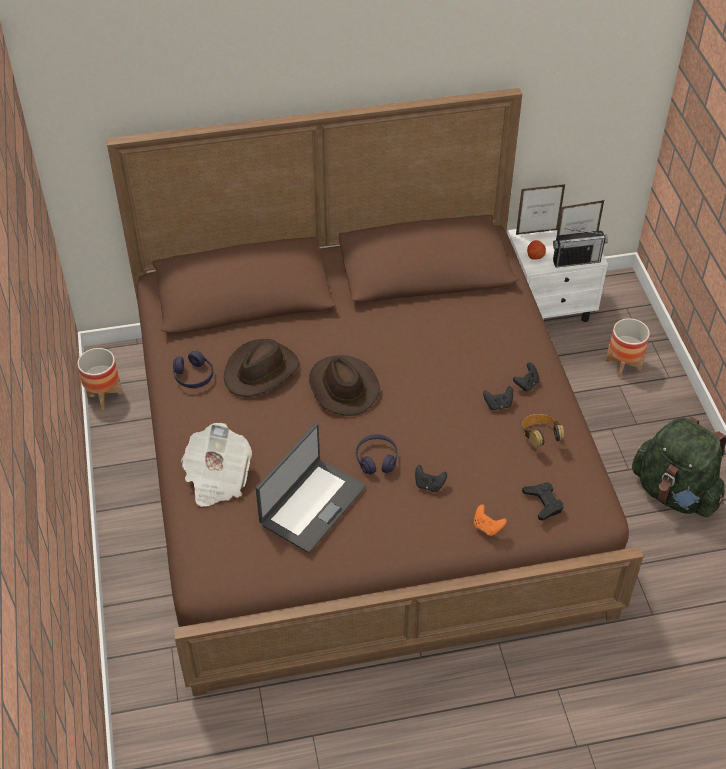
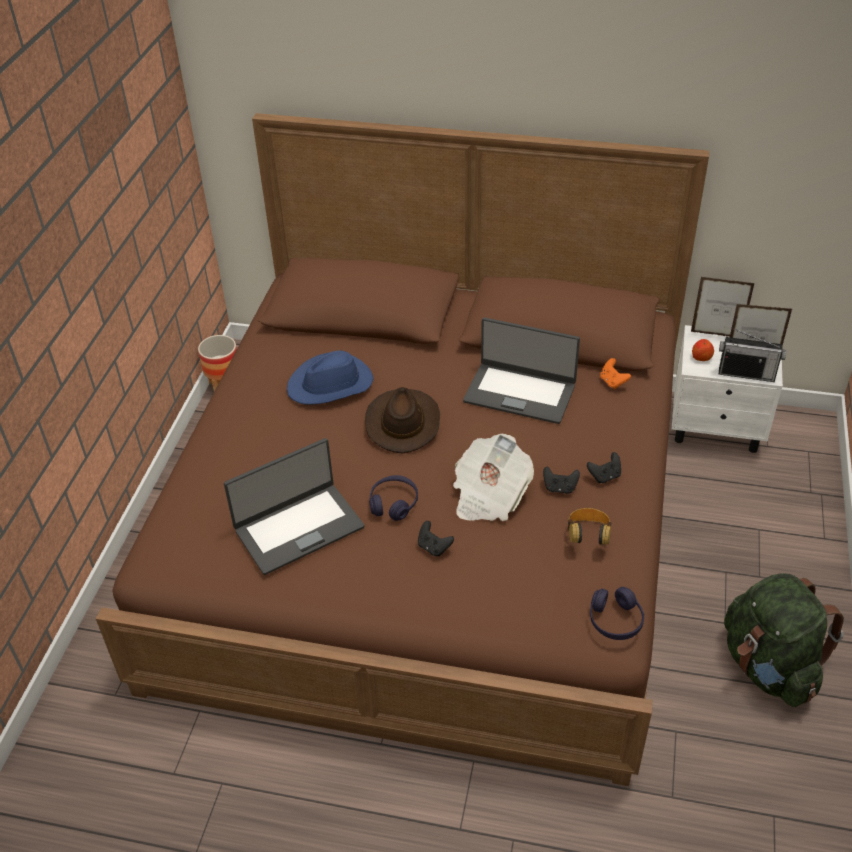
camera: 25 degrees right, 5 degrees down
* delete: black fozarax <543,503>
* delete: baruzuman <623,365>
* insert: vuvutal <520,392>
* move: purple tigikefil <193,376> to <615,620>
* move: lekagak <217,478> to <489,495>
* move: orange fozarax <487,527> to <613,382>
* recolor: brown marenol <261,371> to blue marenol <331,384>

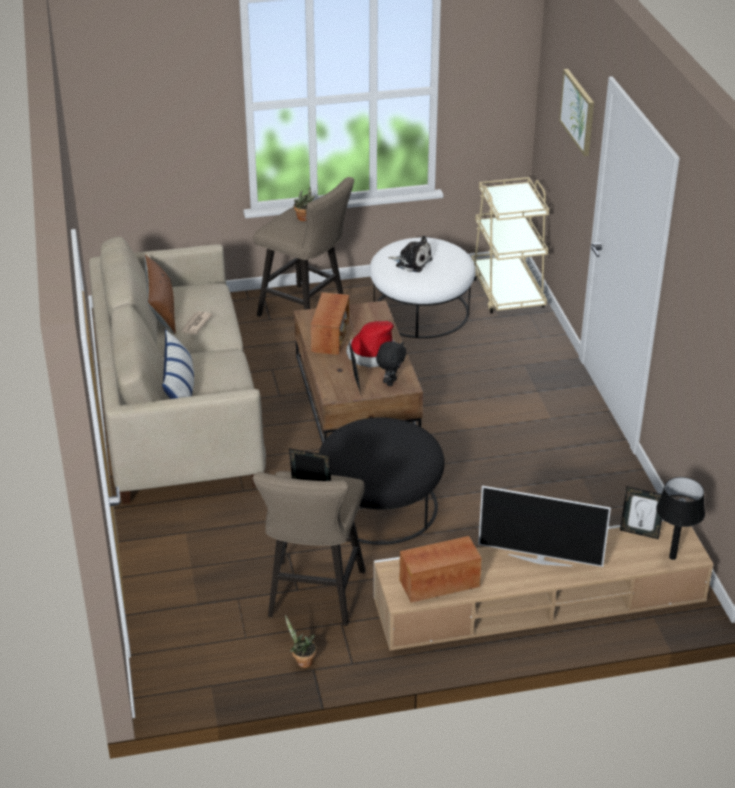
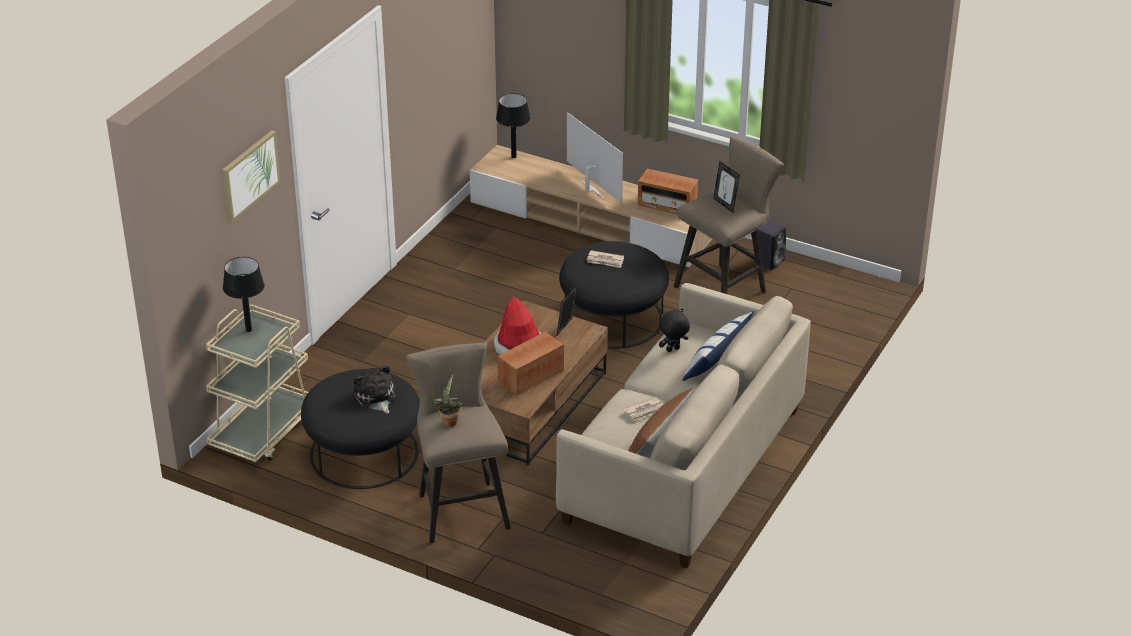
camera: 140 degrees left, 0 degrees up
* delete: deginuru <639,532>
* insert: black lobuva <248,330>
* insert: lekagak <605,261>
* move: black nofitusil <390,382> to <673,350>
* replace: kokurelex <302,661> to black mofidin <769,261>
* recolor: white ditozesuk <421,311> to black ditozesuk <363,453>

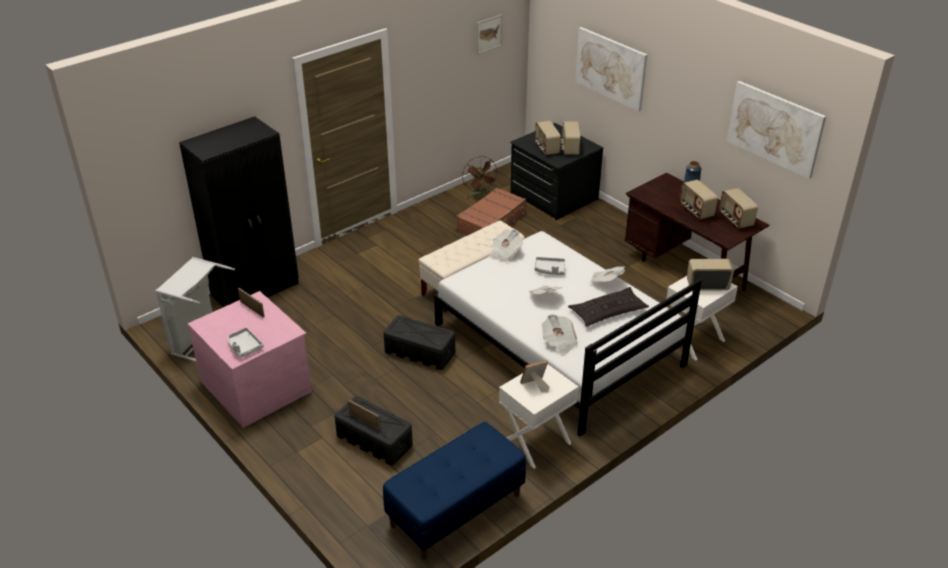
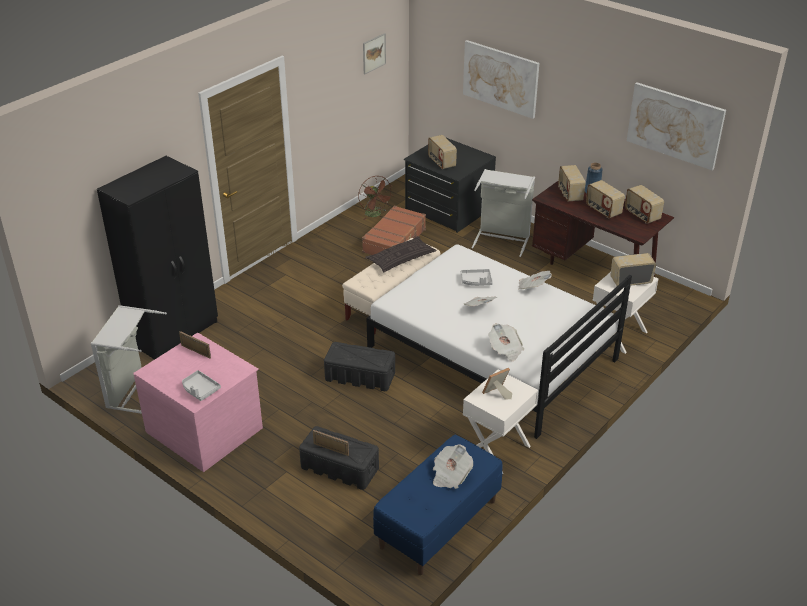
camera: 10 degrees left, 0 degrees up
* insert: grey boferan <502,238>
* move: lekagak <504,253> to <450,475>
* move: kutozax <569,148> to <569,194>
* move: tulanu <608,311> to <401,258>

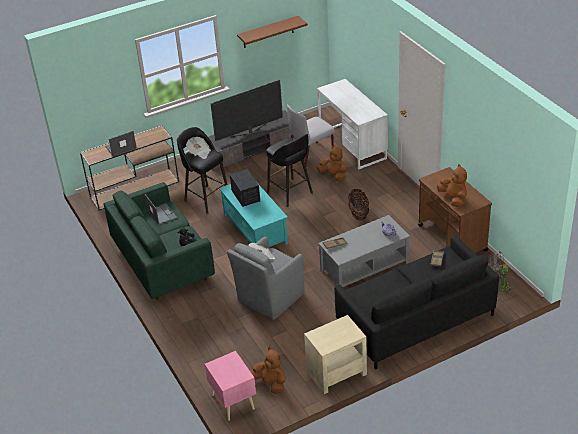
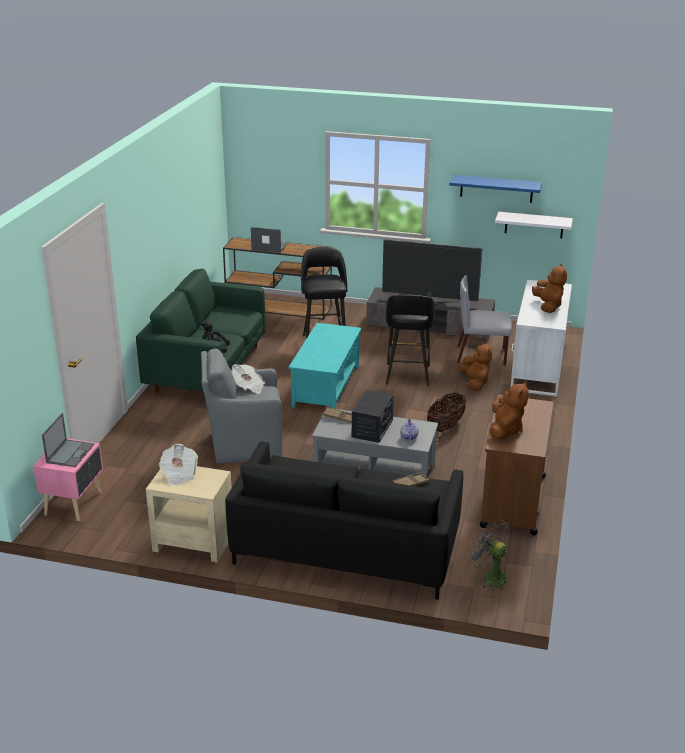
camera: 40 degrees right, 10 degrees down
* insert: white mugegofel <534,225>
* move: vuvutal <162,214> to <70,453>
* move: lekagak <199,152> to <179,474>
* move: kutozax <245,195> to <372,428>
* move: brown nofitusil <270,383> to <548,306>
* recolor: brown mugegofel <268,32> to blue mugegofel <496,188>

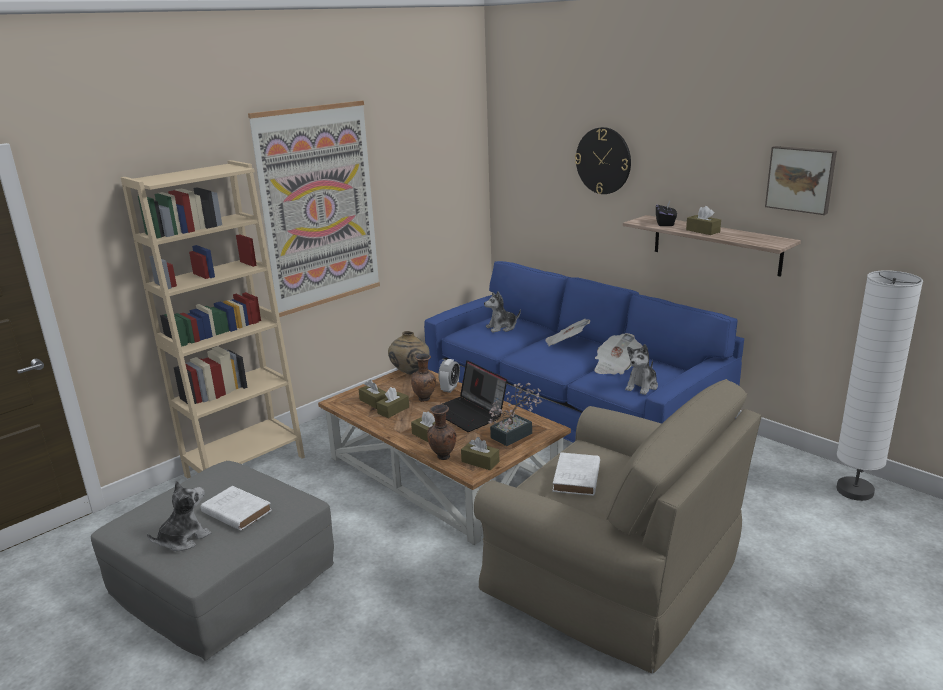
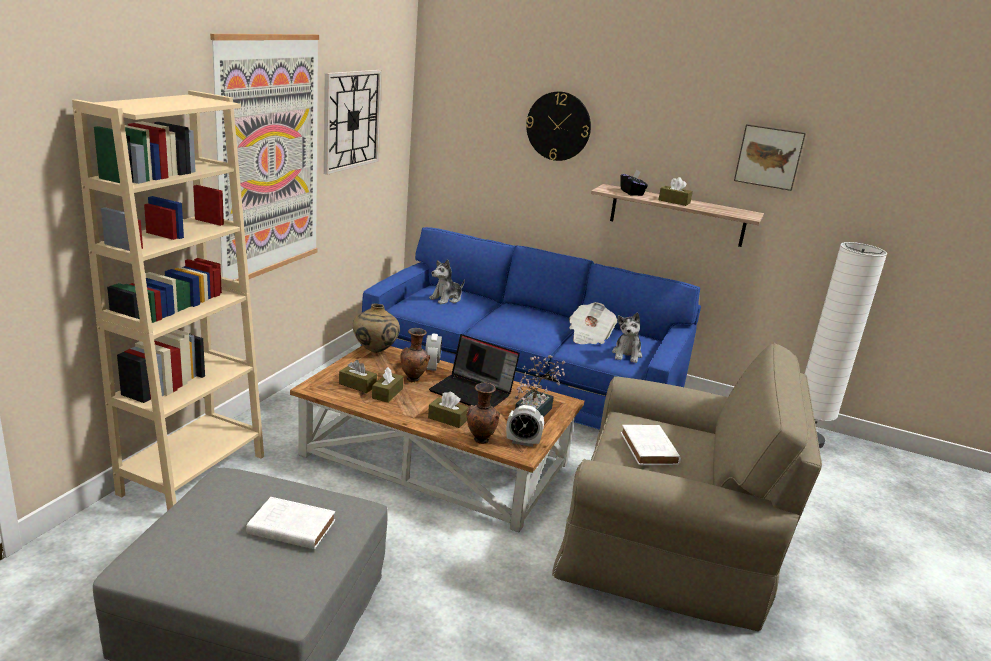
camera: 25 degrees left, 0 degrees up
* delete: nofitusil <184,539>
* delete: lekagak <566,343>
* insert: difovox <351,120>
* replace: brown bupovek <480,462> to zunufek <523,442>

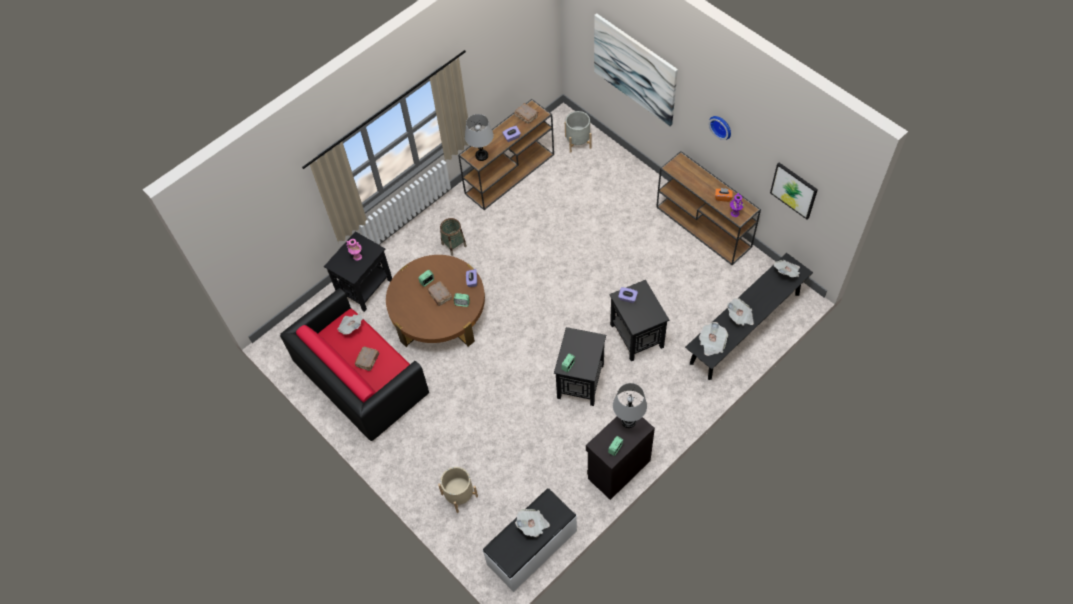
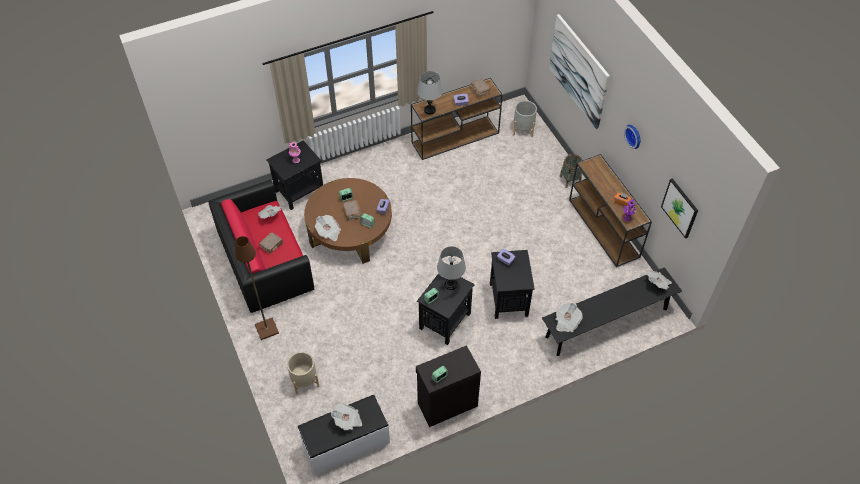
camera: 15 degrees right, 5 degrees down
* insert: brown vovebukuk <266,329>
* move: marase <454,245> to <570,180>
* move: grey lobuva <628,421> to <450,284>
* move: lekagak <740,317> to <328,232>

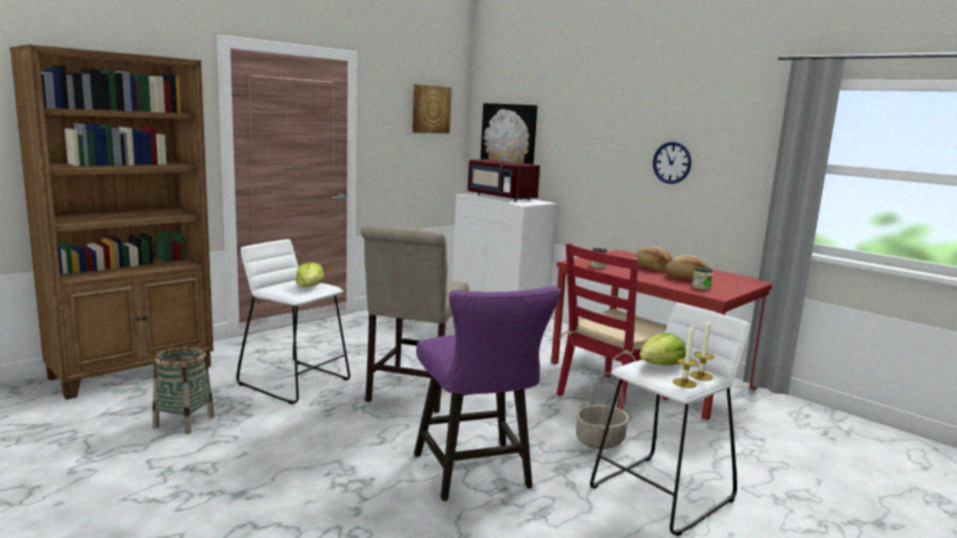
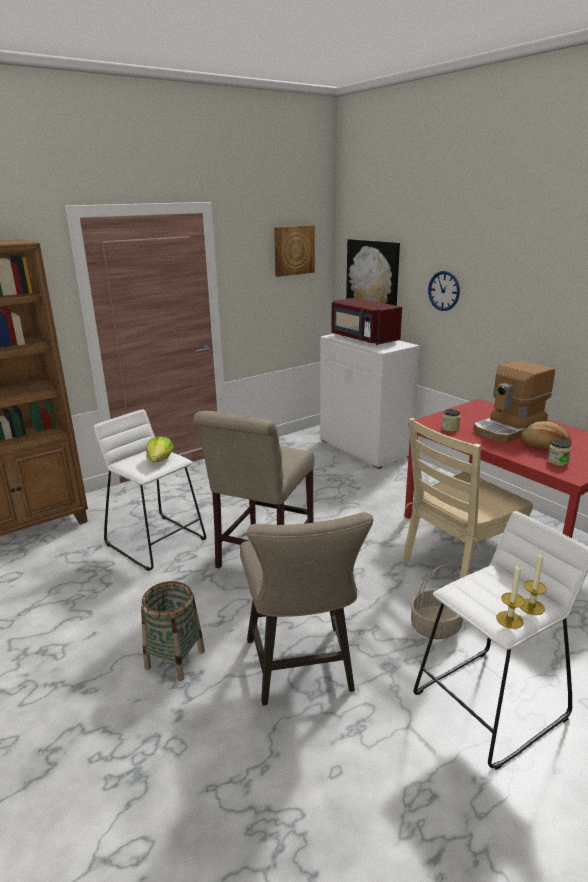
camera: 10 degrees right, 10 degrees up
* delete: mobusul <661,365>
* move: marase <184,422> to <175,659>
* move: difovox <672,162> to <444,291>
* replace: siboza <652,268> to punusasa <509,429>
* recolor: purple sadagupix <476,475> to beige sadagupix <302,670>
* recolor: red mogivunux <611,397> to beige mogivunux <459,564>

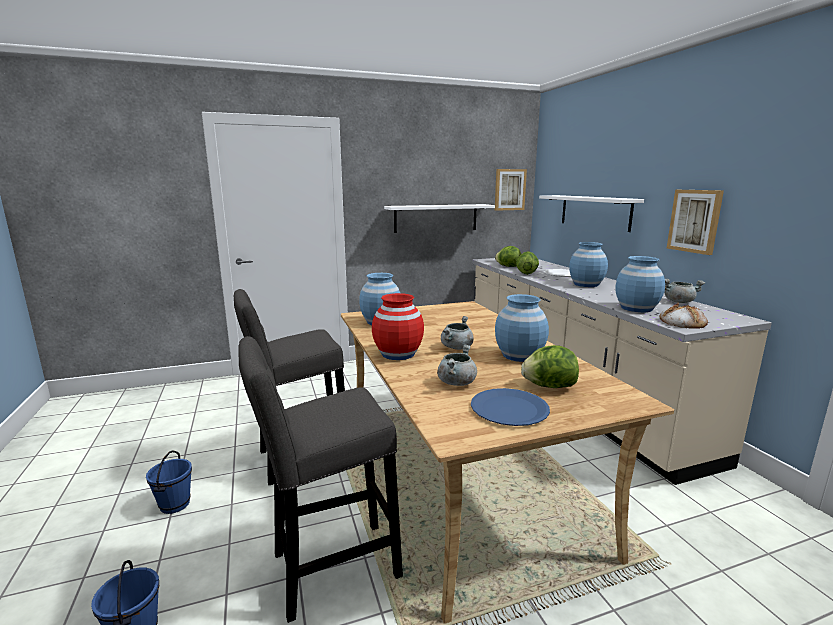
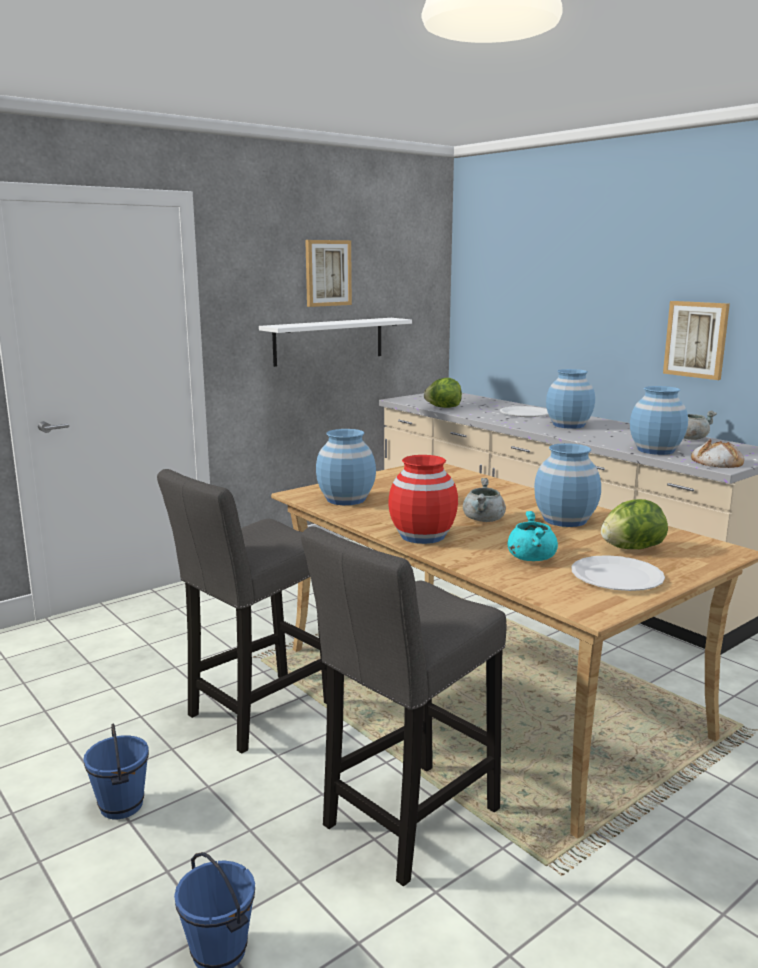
camera: 20 degrees left, 0 degrees up
* delete: mobusul <526,274>
* delete: white mugegofel <594,212>
* move: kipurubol <509,189> to <327,273>
* recolor: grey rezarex <456,382> to turquoise rezarex <530,558>
* recolor: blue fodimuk <509,409> to white fodimuk <616,576>

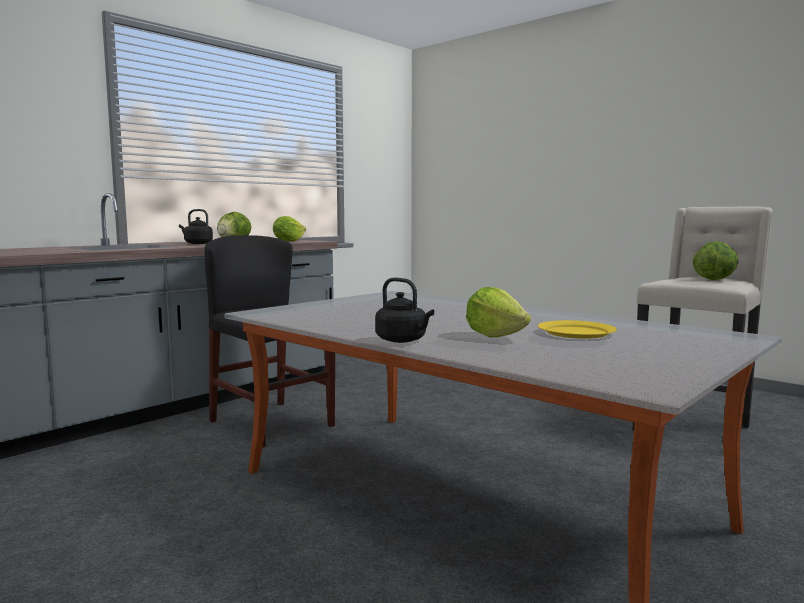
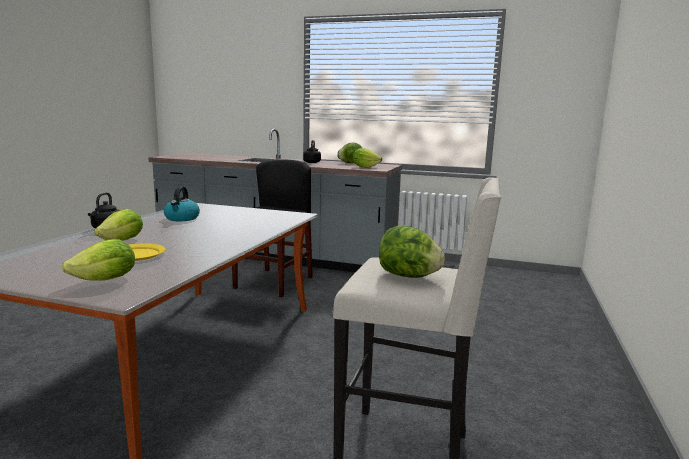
camera: 65 degrees right, 5 degrees up
* insert: mobusul <106,280>
* insert: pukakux <182,218>

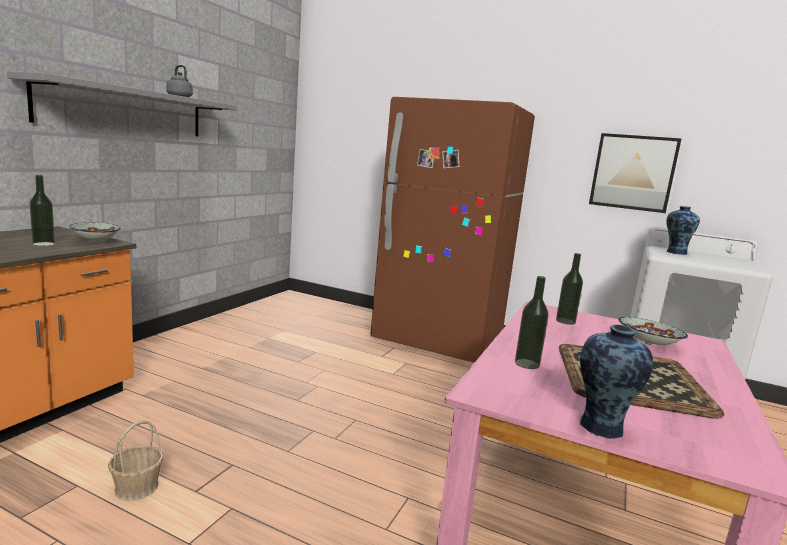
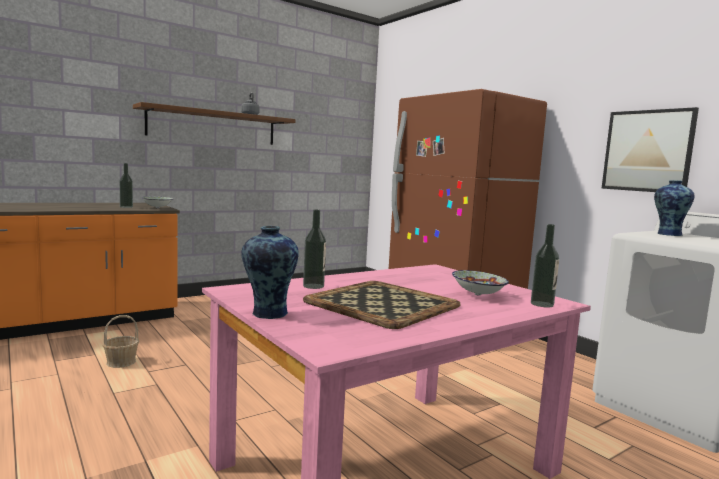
camera: 30 degrees right, 5 degrees down
* move: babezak <565,321> to <542,304>
* recolor: grey mugegofel <126,110> to brown mugegofel <213,126>

